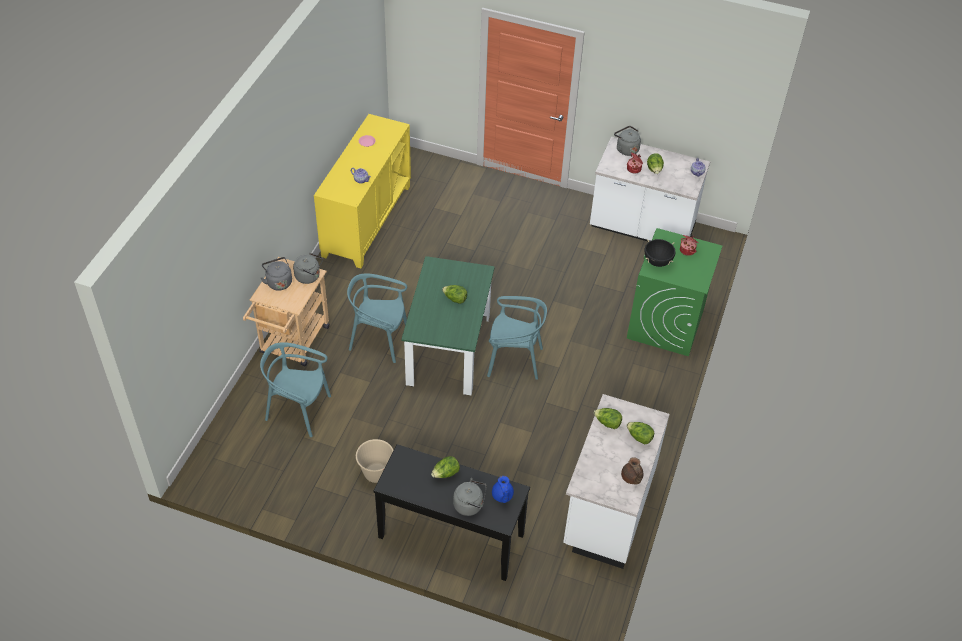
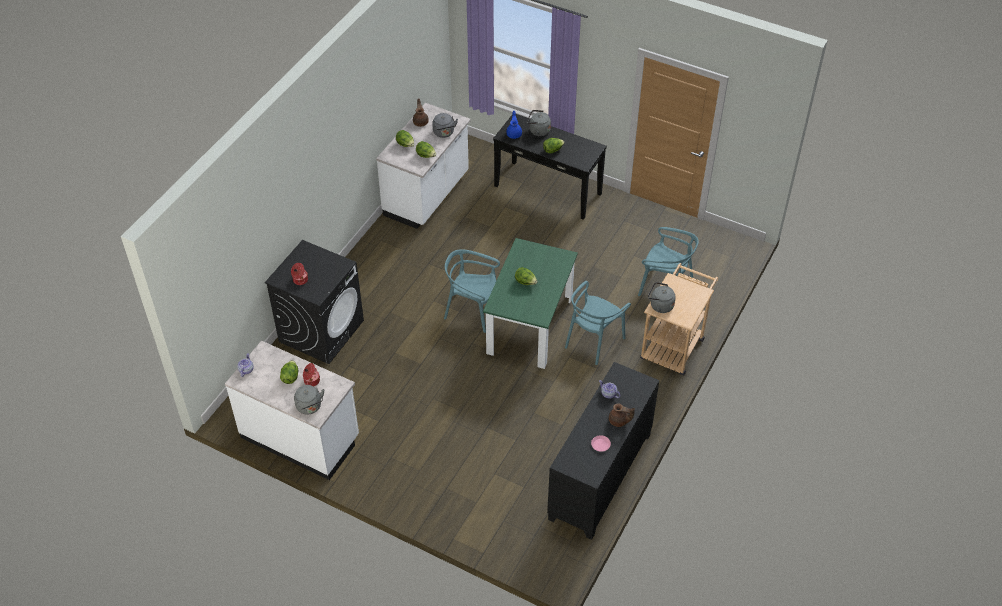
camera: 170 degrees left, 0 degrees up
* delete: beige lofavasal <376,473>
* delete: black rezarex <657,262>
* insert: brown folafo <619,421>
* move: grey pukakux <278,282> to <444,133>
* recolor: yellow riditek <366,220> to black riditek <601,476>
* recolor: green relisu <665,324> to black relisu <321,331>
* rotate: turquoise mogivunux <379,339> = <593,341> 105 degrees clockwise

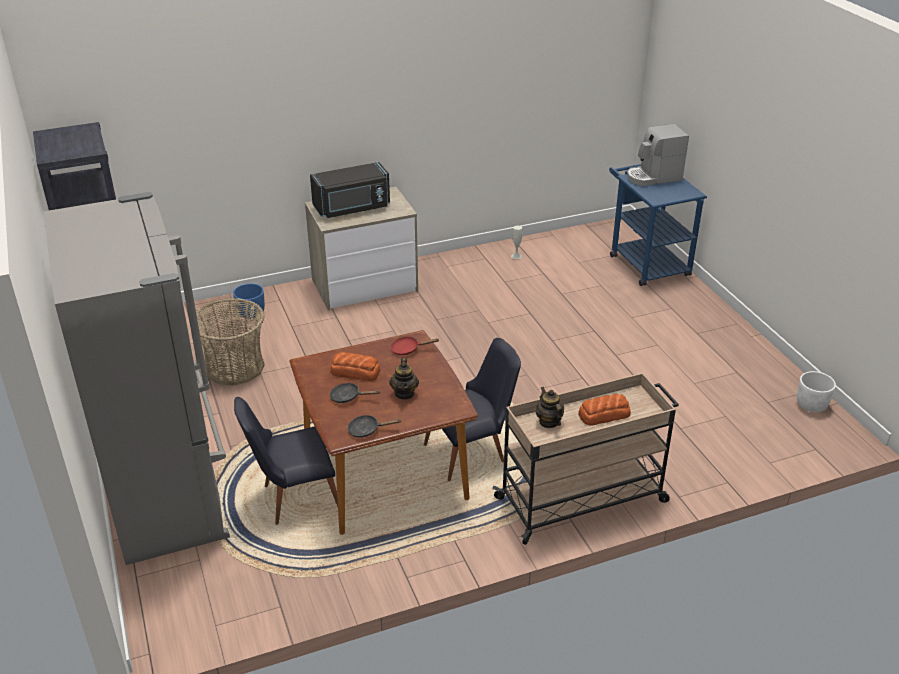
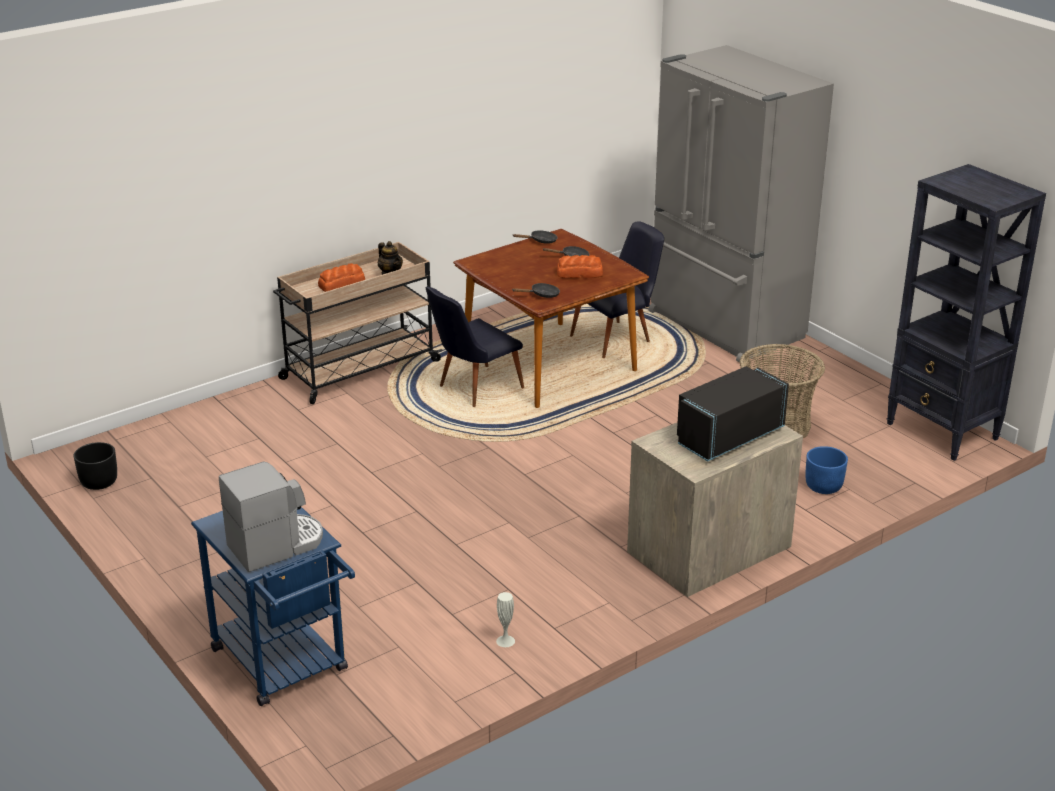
camera: 165 degrees right, 5 degrees down
* delete: folafo <404,393>
* recolor: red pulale <408,349> to black pulale <542,295>
* recolor: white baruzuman <811,405> to black baruzuman <99,482>

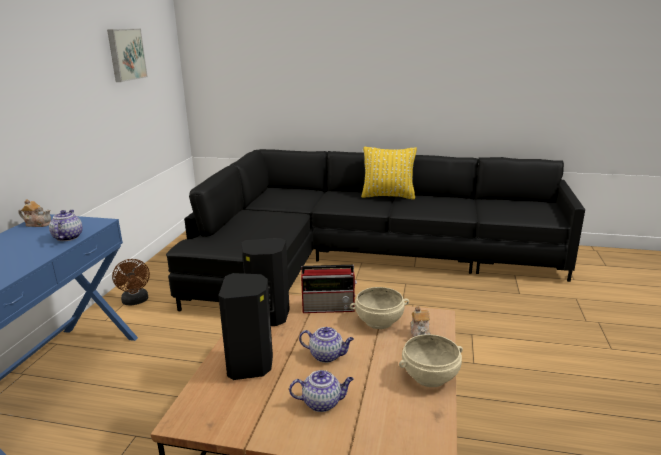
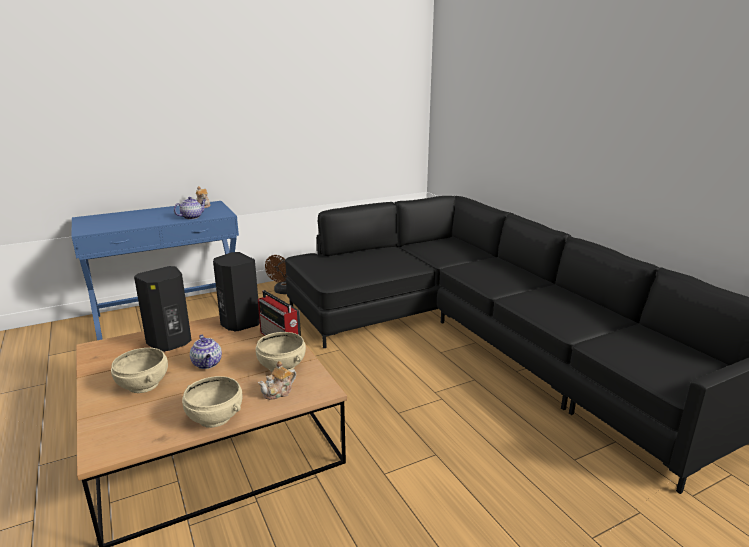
camera: 50 degrees right, 0 degrees up
* delete: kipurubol <125,54>
* delete: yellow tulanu <388,196>
* replace: folafo <322,403> to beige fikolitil <144,384>

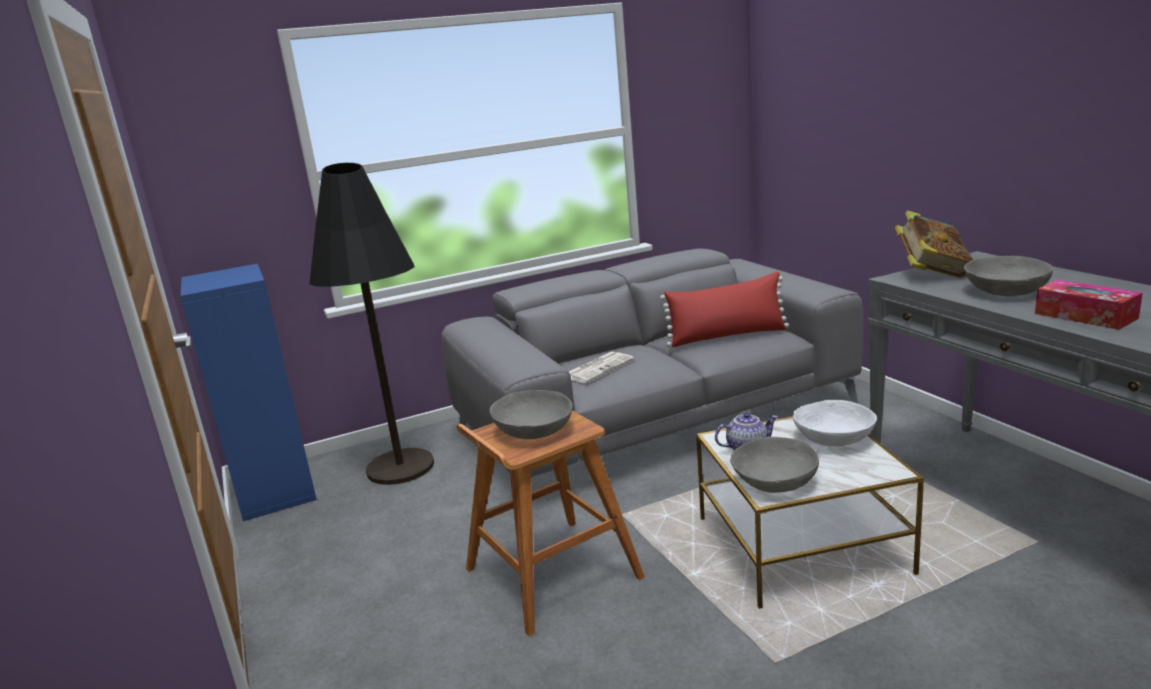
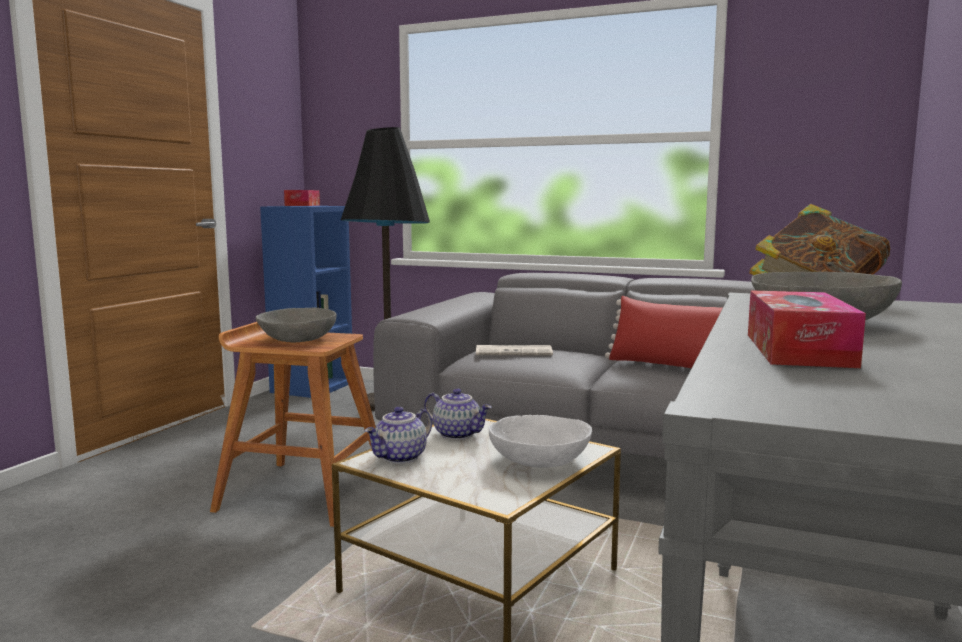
camera: 45 degrees right, 10 degrees down
* insert: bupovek <302,205>
* replace: grey fikolitil <775,481> to folafo <400,458>

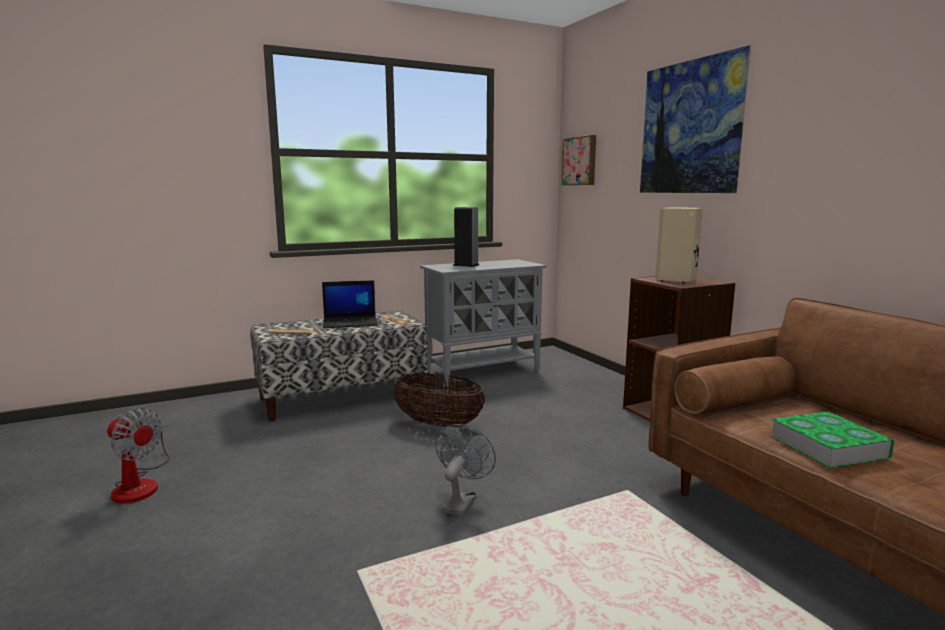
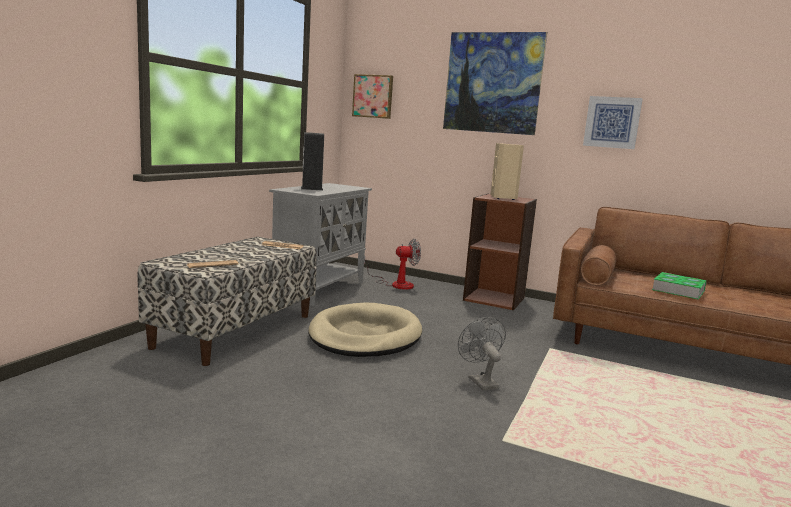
camera: 40 degrees left, 0 degrees up
* delete: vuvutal <351,322>
* insert: kipurubol <612,122>
* move: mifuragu <140,484> to <396,284>
* replace: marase <438,424> to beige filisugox <365,336>

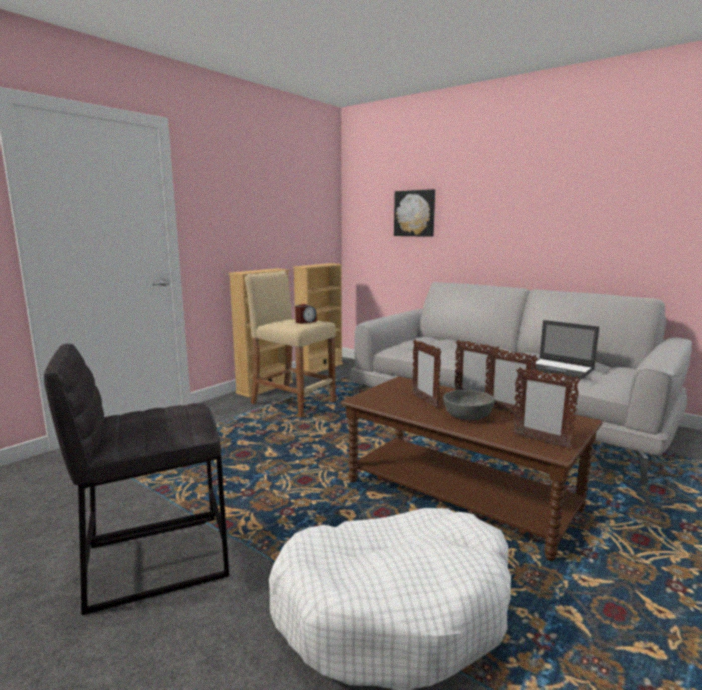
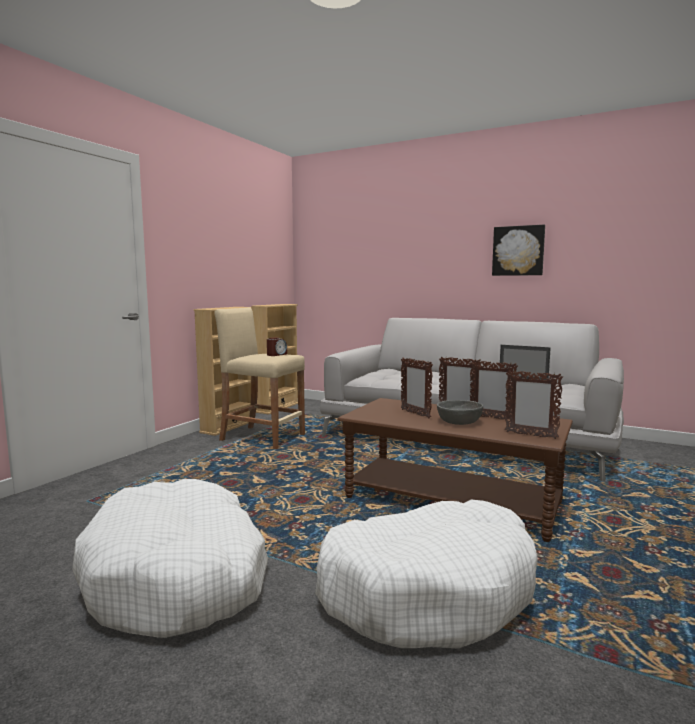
camera: 10 degrees left, 5 degrees down
* move: kipurubol <415,213> to <518,251>
* replace: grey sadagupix <155,560> to white filisugox <178,576>

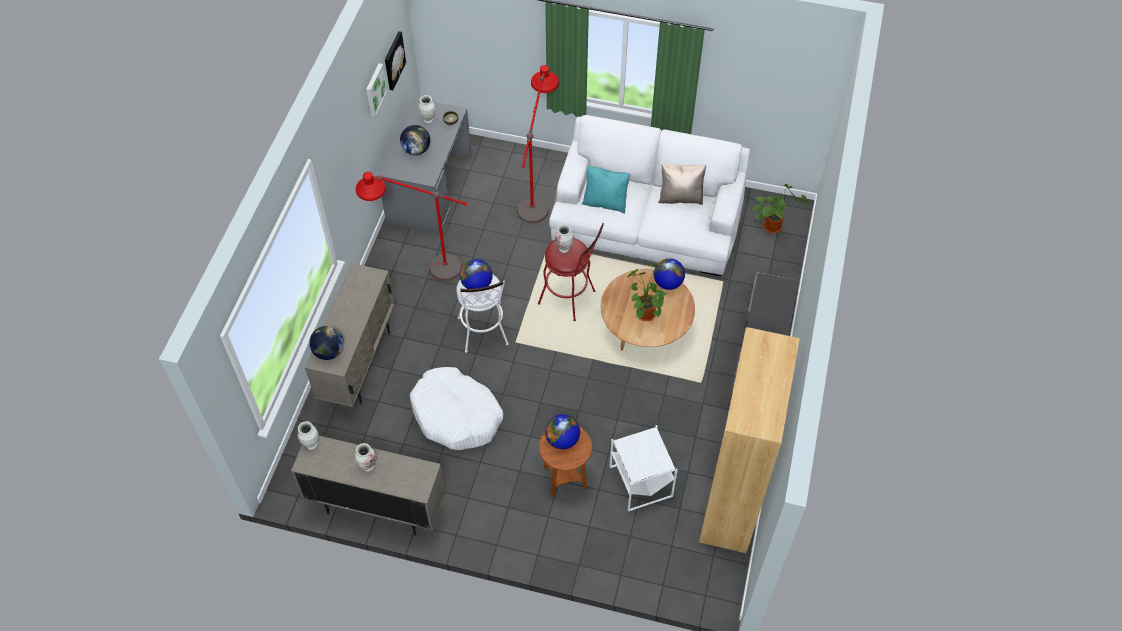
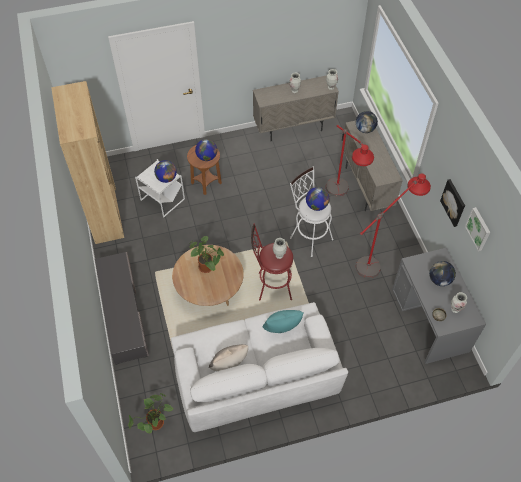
camera: 150 degrees right, 0 degrees up
* delete: white filisugox <456,415>
* move: kipurubol <393,60> to <454,202>
* move: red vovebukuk <538,194> to <342,199>
* move: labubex <668,283> to <166,178>

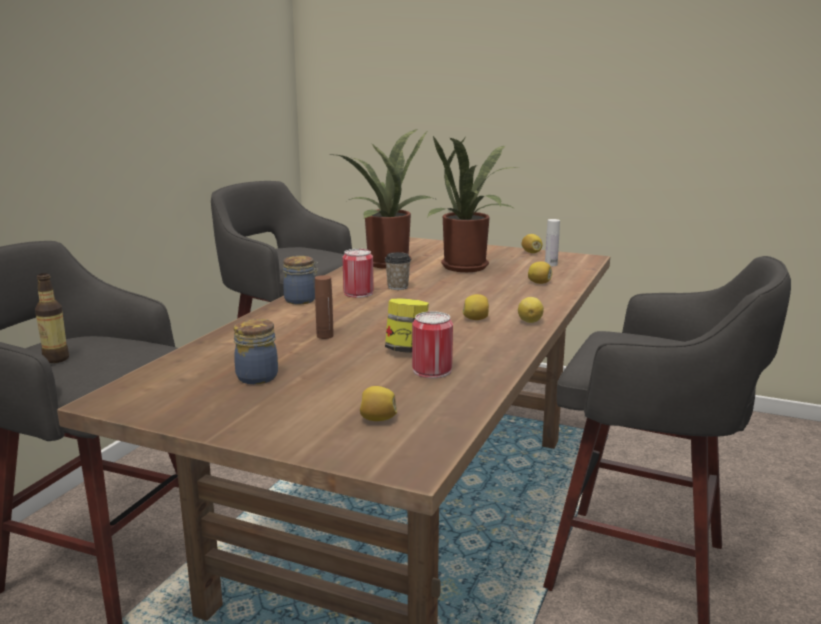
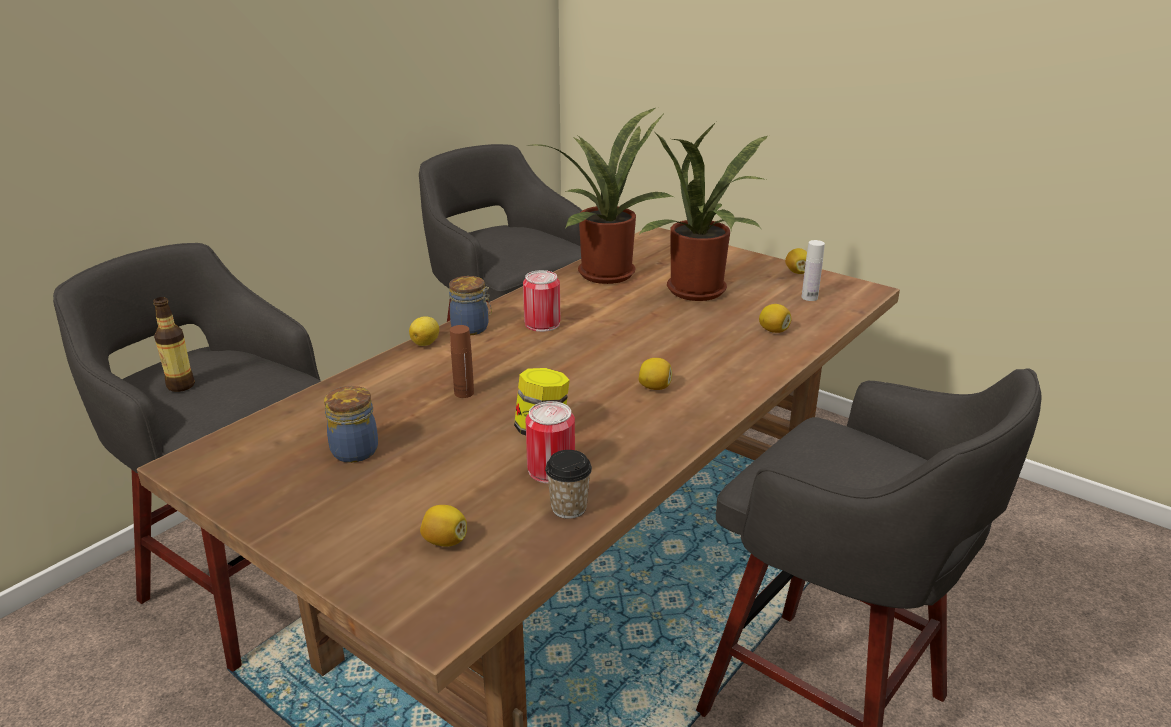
camera: 15 degrees right, 10 degrees up
* move: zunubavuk <398,287> to <569,508>
* move: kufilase <530,321> to <426,343>

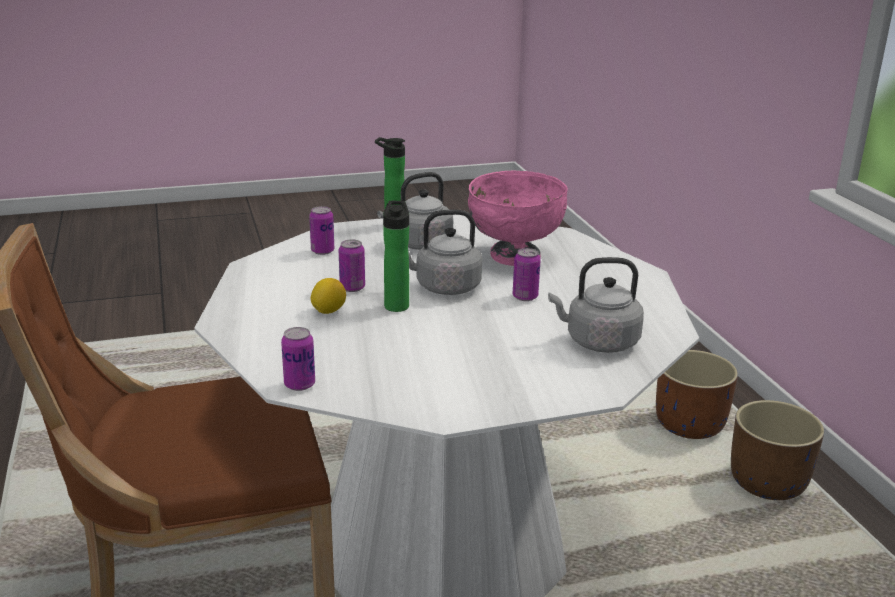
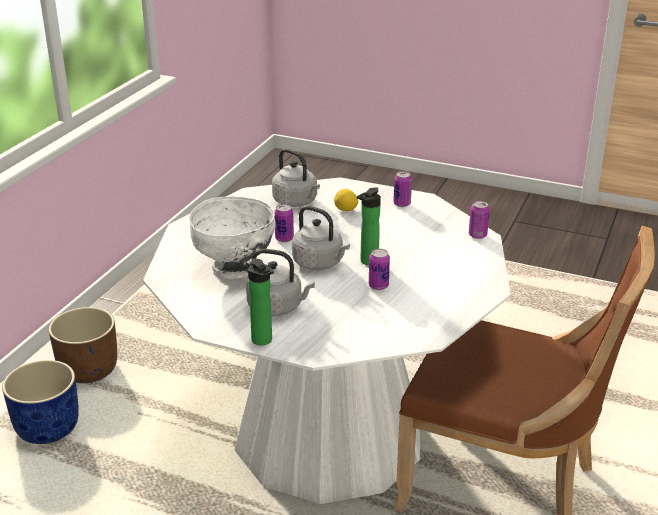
camera: 140 degrees left, 5 degrees up
* move: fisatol <322,251> to <402,204>
* move: kufilase <328,311> to <346,210>
* recolor: pink fikolitil <513,256> to white fikolitil <234,270>
* recolor: brown baruzuman <689,426> to blue baruzuman <49,428>

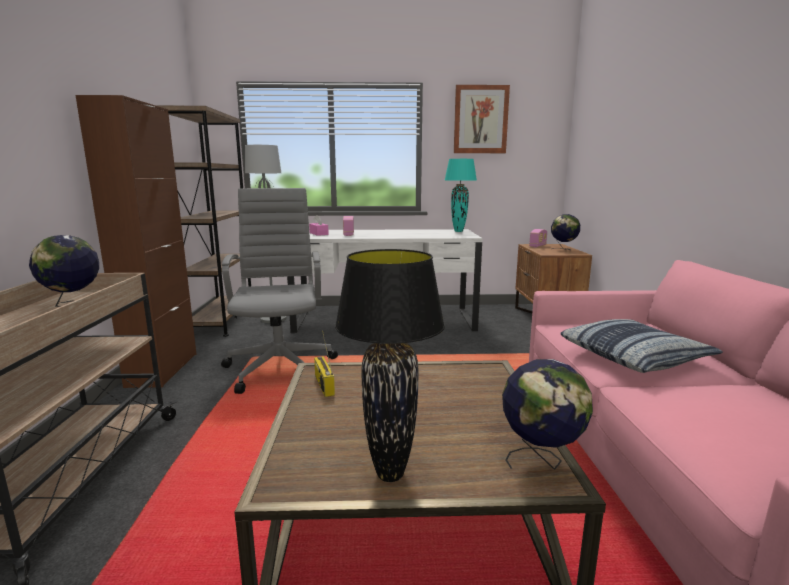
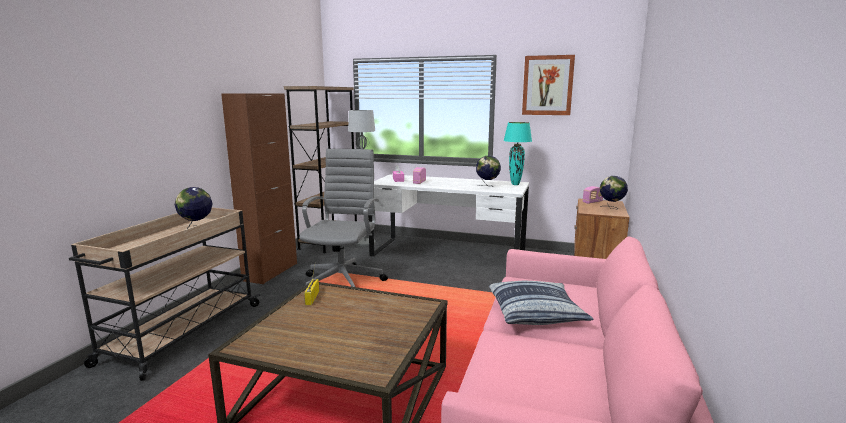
camera: 20 degrees right, 0 degrees up
* delete: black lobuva <389,474>
* move: labubex <541,460> to <487,186>

